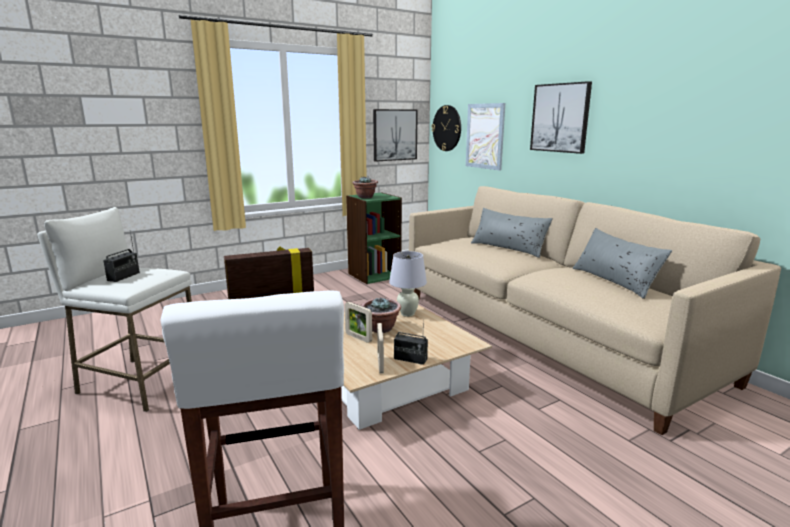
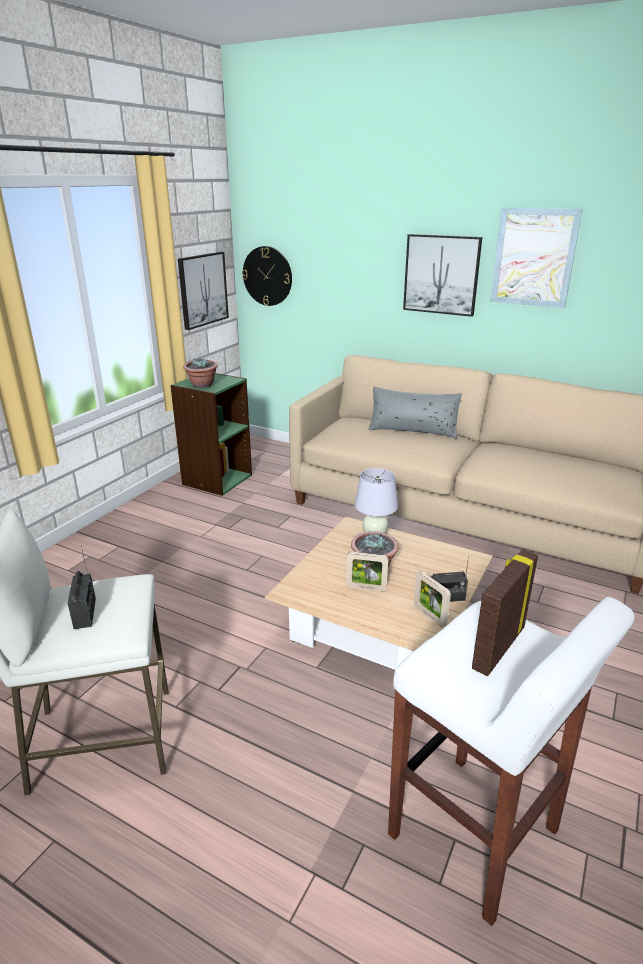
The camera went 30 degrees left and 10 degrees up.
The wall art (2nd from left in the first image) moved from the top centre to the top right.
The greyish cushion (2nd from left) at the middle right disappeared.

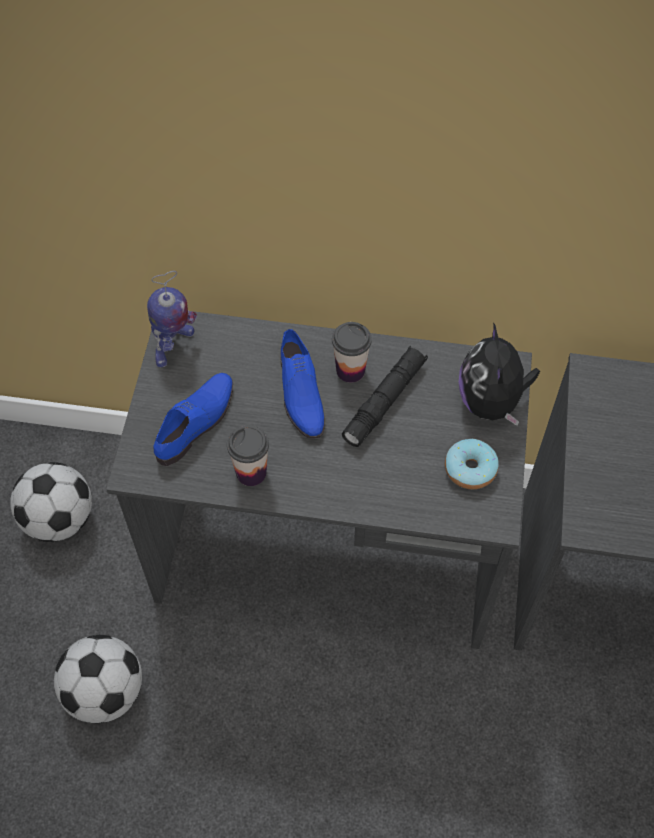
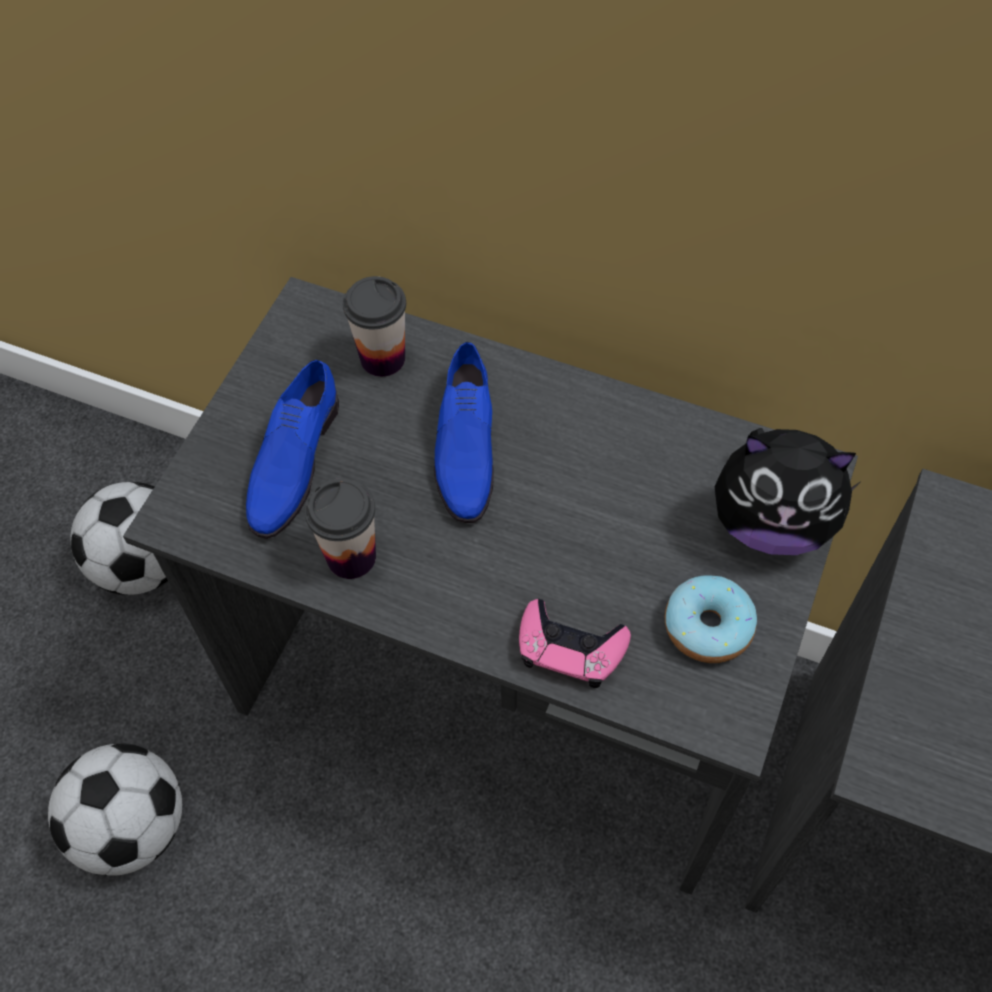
The camera went 15 degrees right and 0 degrees up.
The bluish shoe (1st from left) at the middle left turned 150 degrees clockwise.
The small cup (2nd from left) moved from the centre to the top centre.
The pink-coloured gamepad at the centre appeared.
The soft toy at the middle right turned 90 degrees counterclockwise.
The robot figure at the middle left disappeared.
The black torch at the centre disappeared.

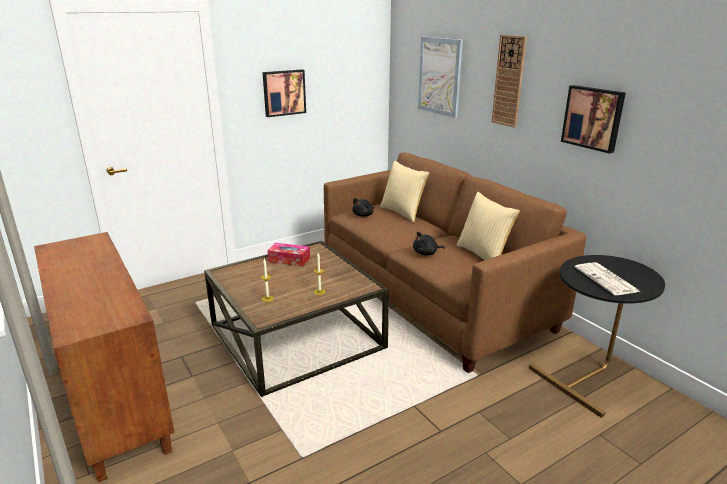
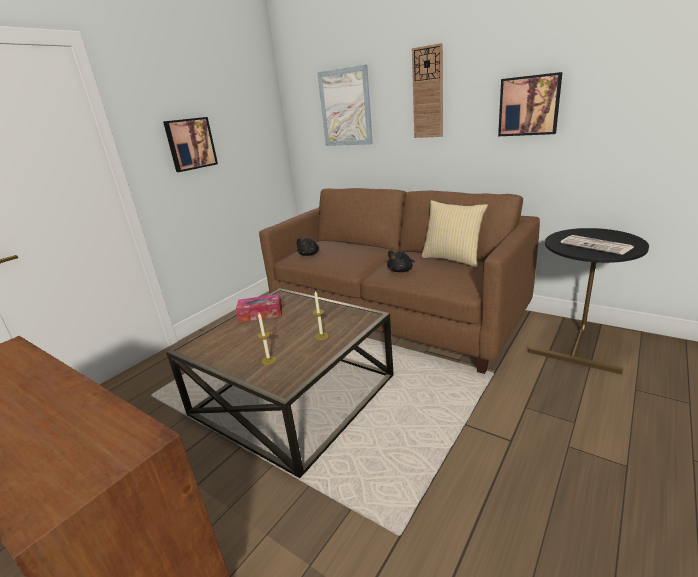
The camera went 20 degrees left and 0 degrees up.
The cushion (1st from left) at the centre disappeared.

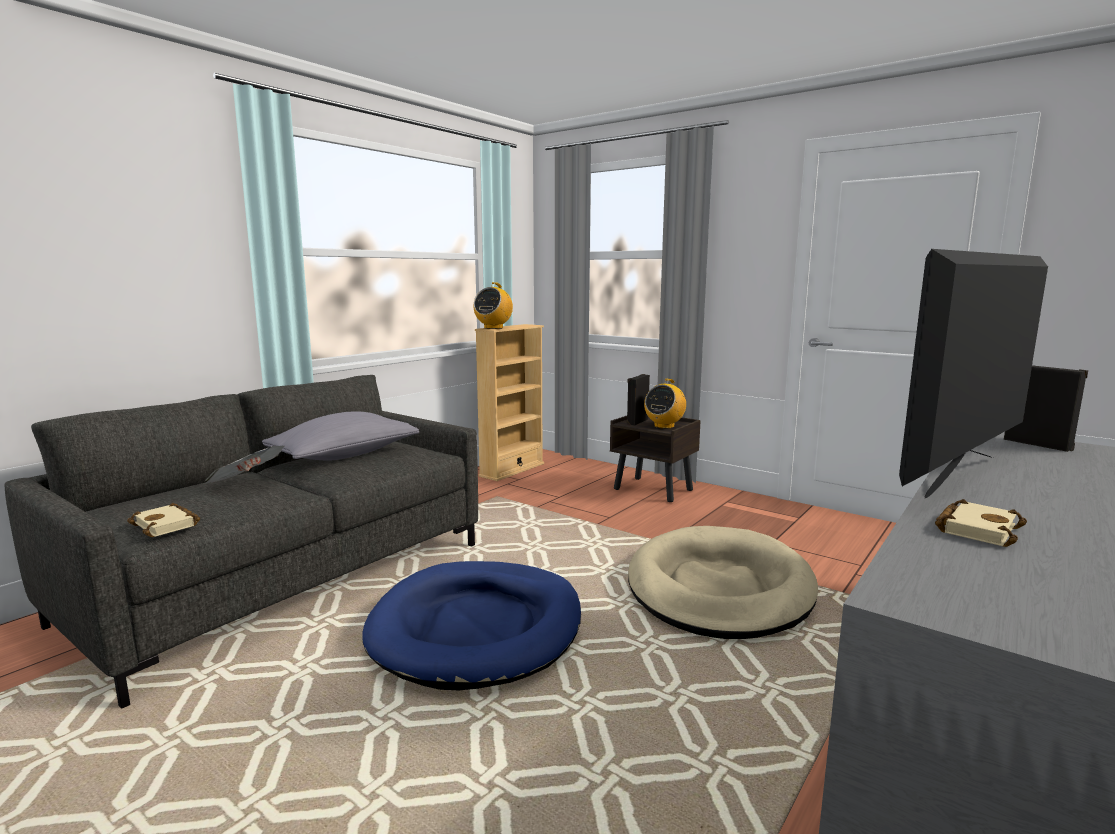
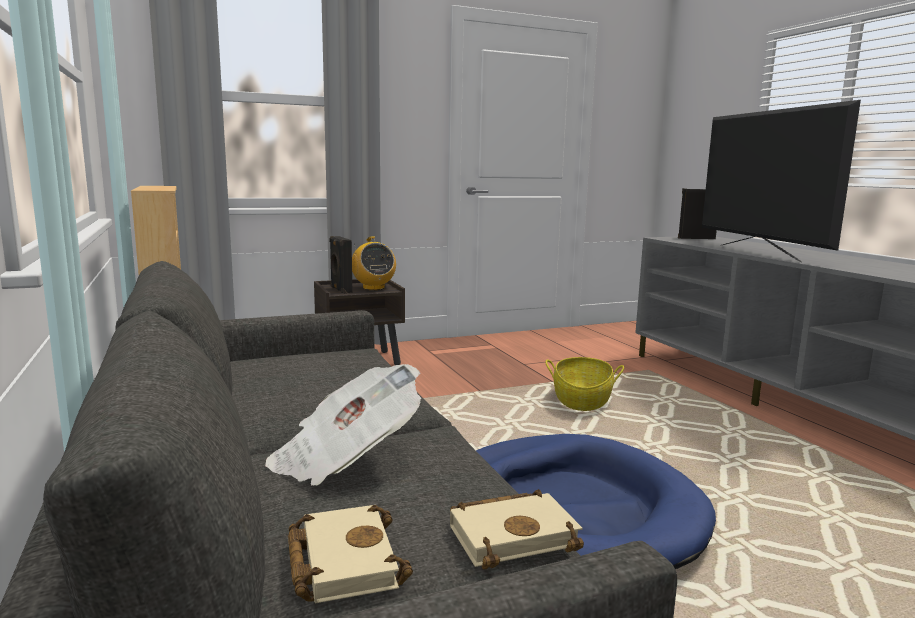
The camera went 60 degrees left and 0 degrees up.
The sand-coloured volume (2nd from left in the first image) moved from the middle right to the bottom centre.
The sand-coloured dog cushion at the bottom centre was replaced by the storage basket at the centre.
The greyish cushion at the middle left disappeared.
The radio receiver (1st from left) at the centre disappeared.

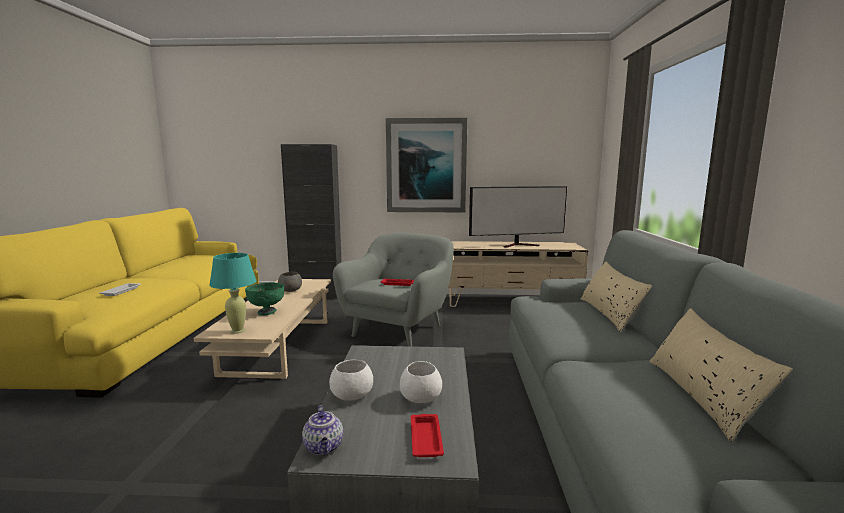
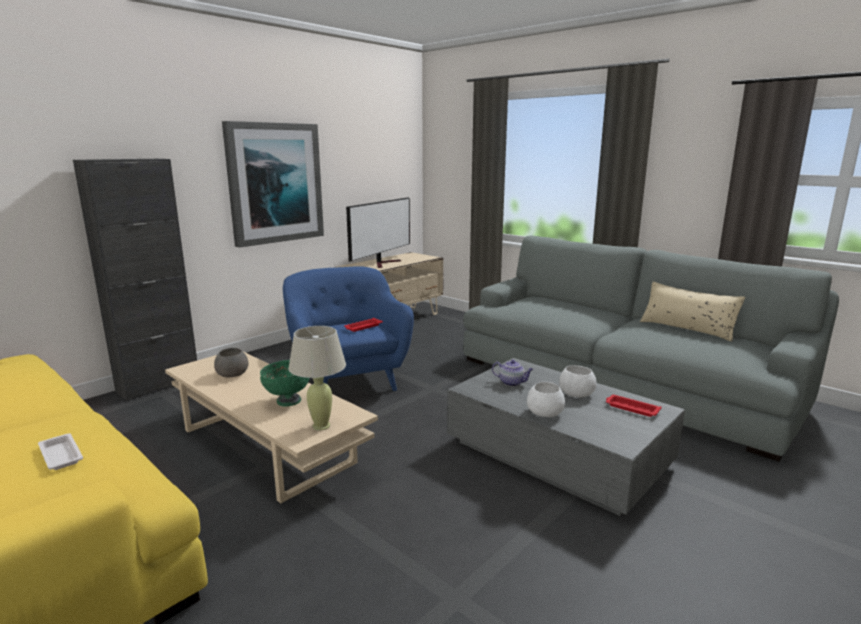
The camera went 50 degrees left and 5 degrees up.
The greyish lounge chair at the centre became the bluish lounge chair at the centre.
The turquoise-coloured tabletop lamp at the middle left became the sand-coloured tabletop lamp at the centre.
The pot for tea moved from the bottom centre to the centre.
The sand-coloured cushion (1st from left) at the middle right disappeared.

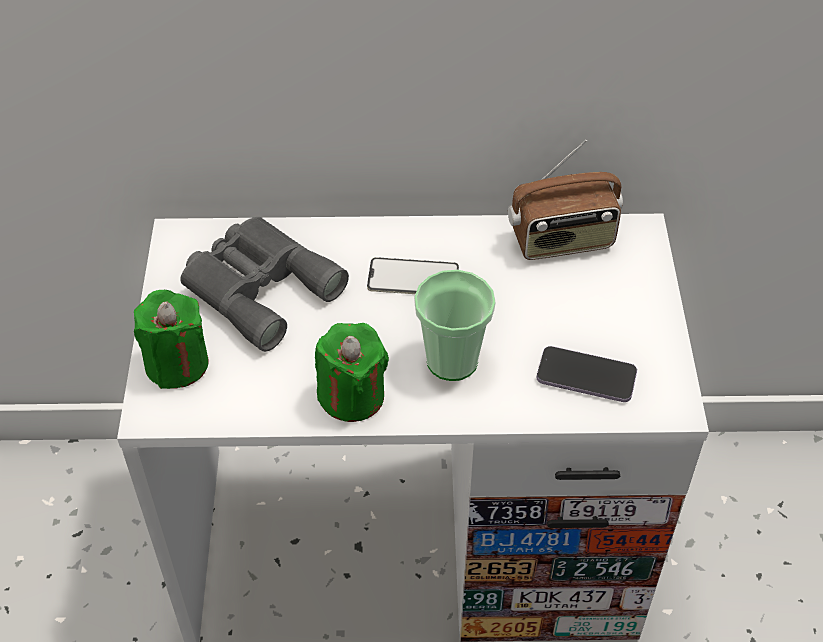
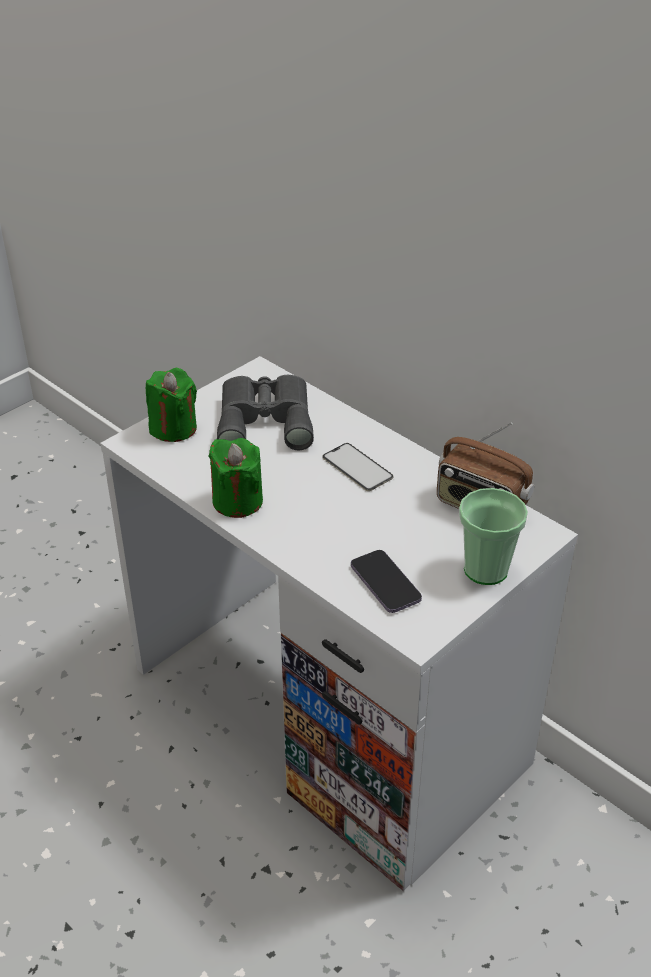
The camera went 45 degrees right and 10 degrees down.
The small cup moved from the centre to the middle right.

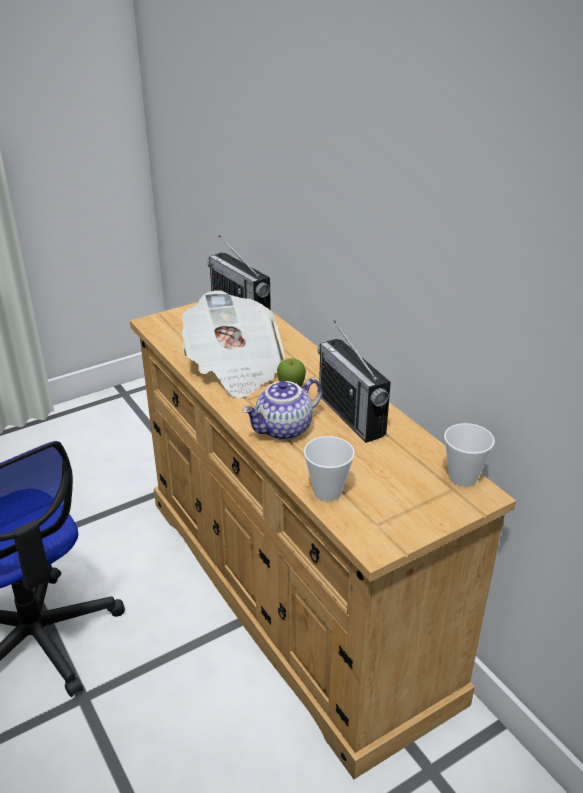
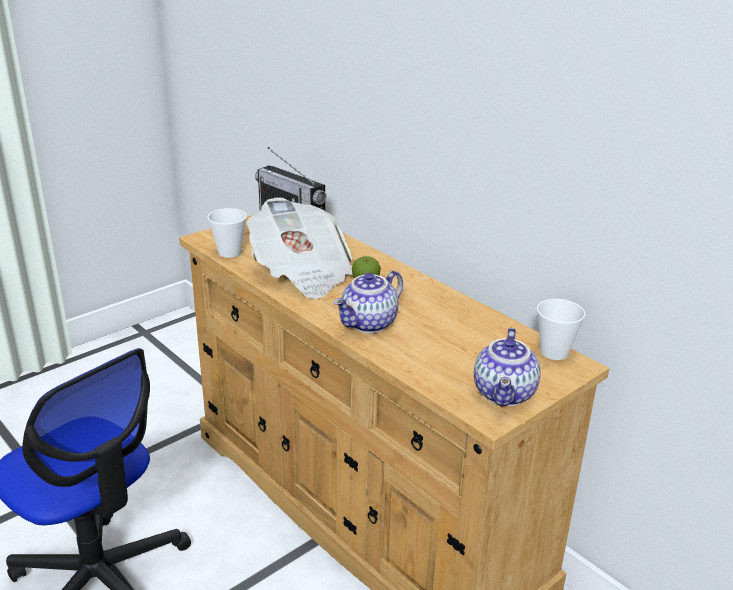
The camera went 10 degrees left and 5 degrees down.
The small cup (1st from left) moved from the centre to the middle left.
The pot for tea (2nd from left) at the middle right appeared.
The radio receiver (2nd from left) at the centre disappeared.

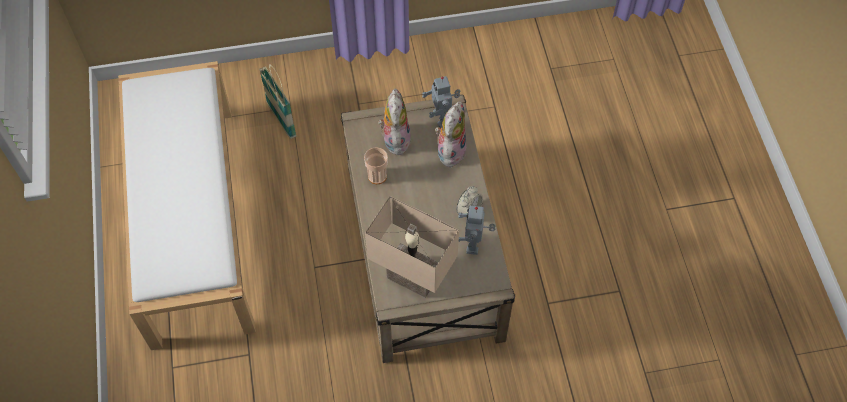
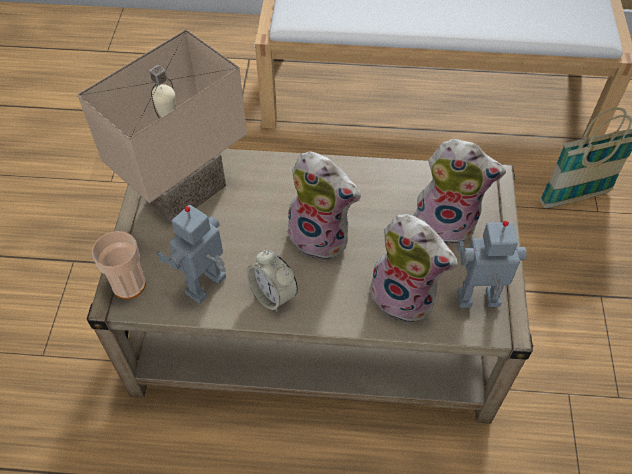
The camera went 105 degrees right and 5 degrees down.
The small cup moved from the centre to the middle left.
The robot figure (2nd from left in the first image) at the centre turned 75 degrees counterclockwise.
The soft toy (1st from left) at the centre appeared.

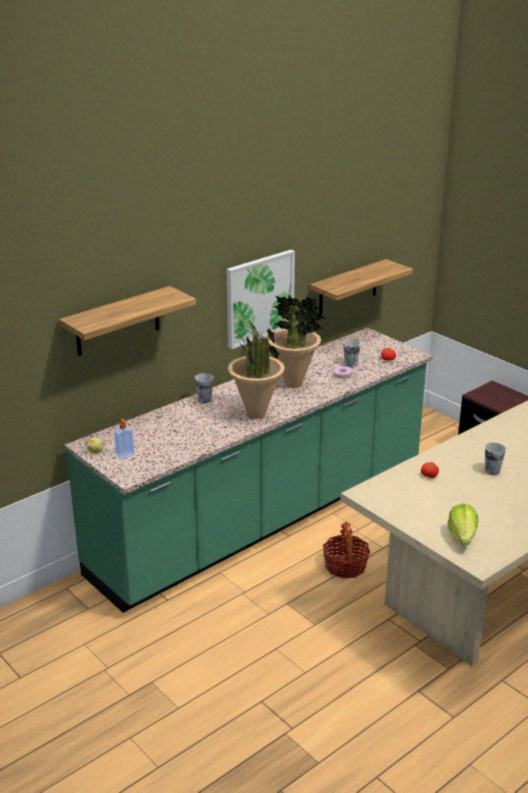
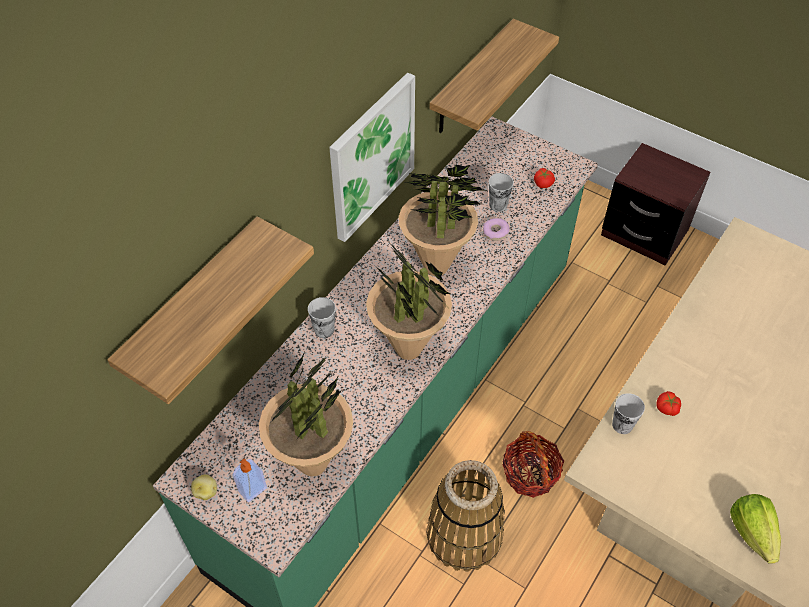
The camera went 15 degrees left and 25 degrees up.
The houseplant (1st from left) at the bottom centre appeared.
The storage basket (1st from left) at the bottom centre appeared.
The small cup (3rd from left) moved from the middle right to the bottom right.

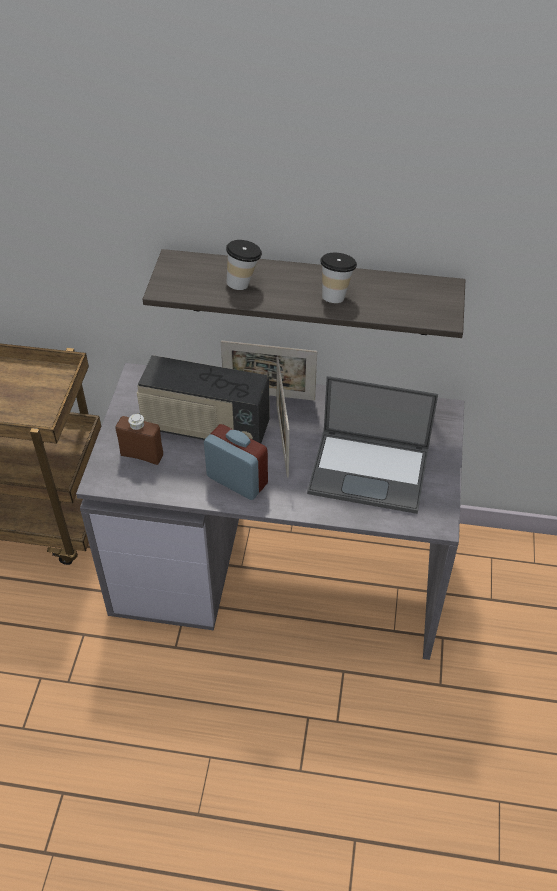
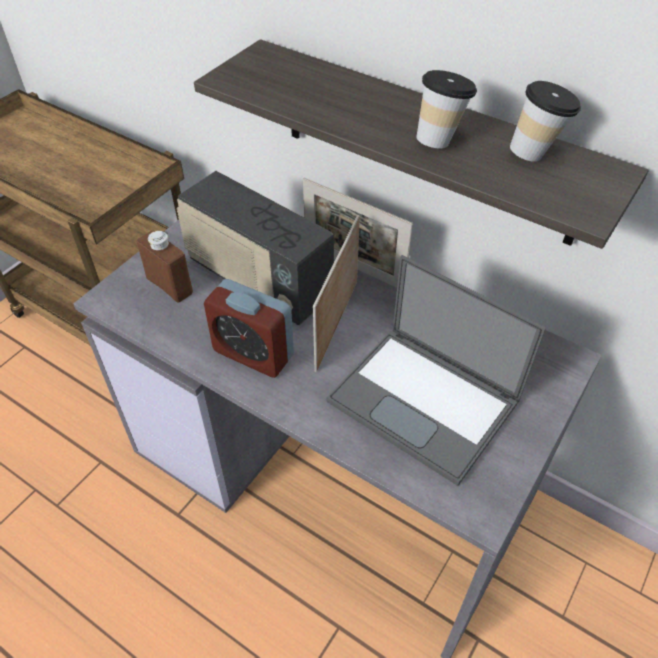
The camera went 25 degrees right and 0 degrees up.
The bedside clock at the centre turned 150 degrees clockwise.
The small cup (1st from left in the first image) moved from the top centre to the top right.

